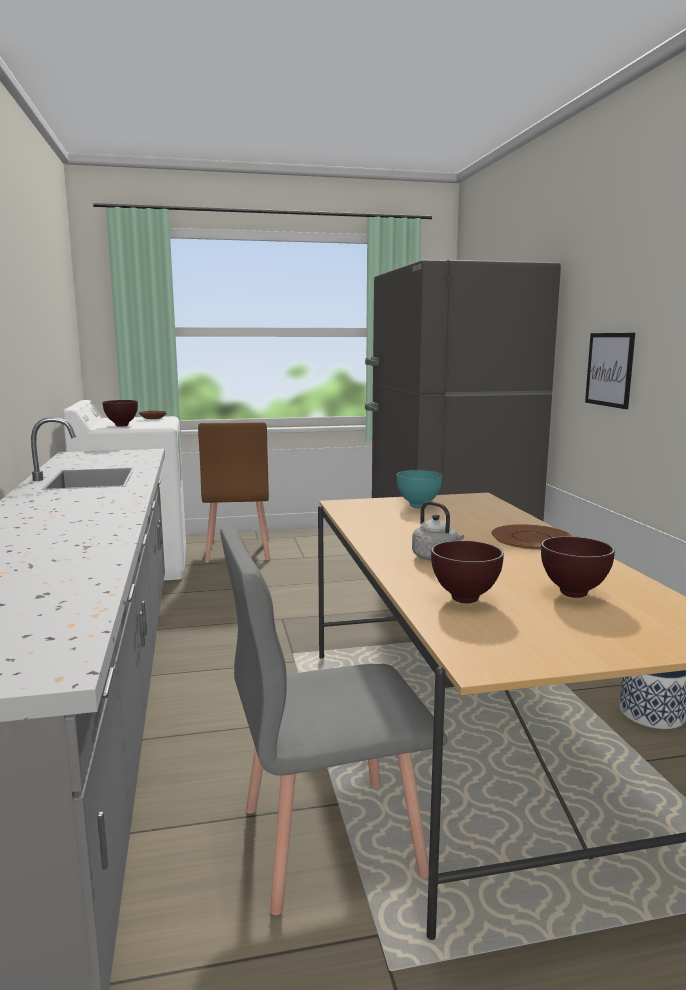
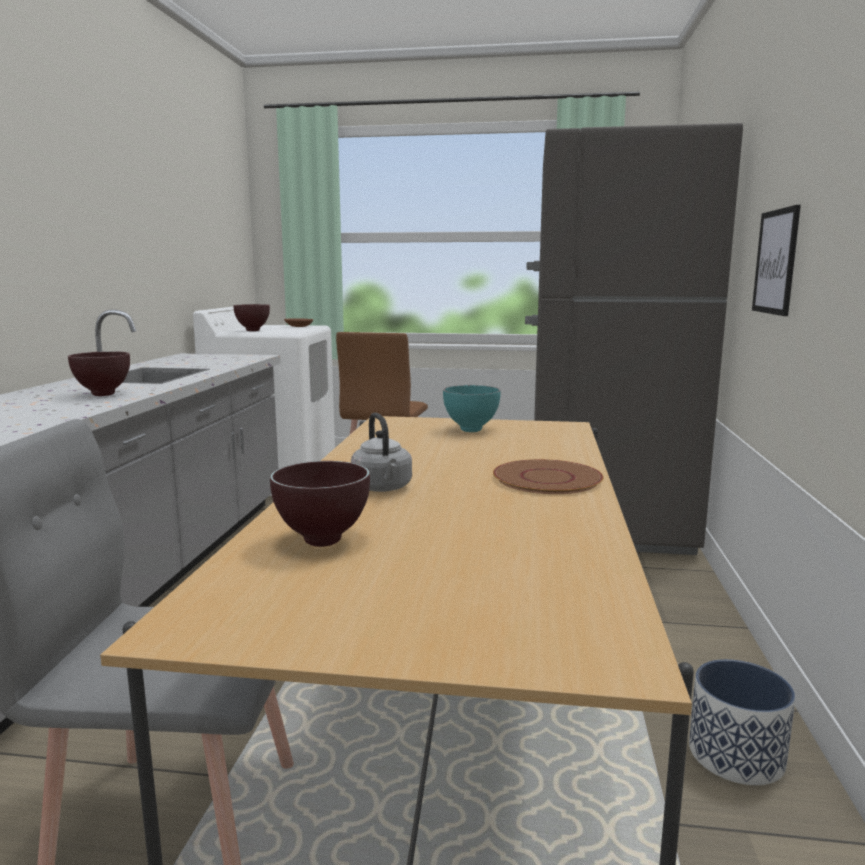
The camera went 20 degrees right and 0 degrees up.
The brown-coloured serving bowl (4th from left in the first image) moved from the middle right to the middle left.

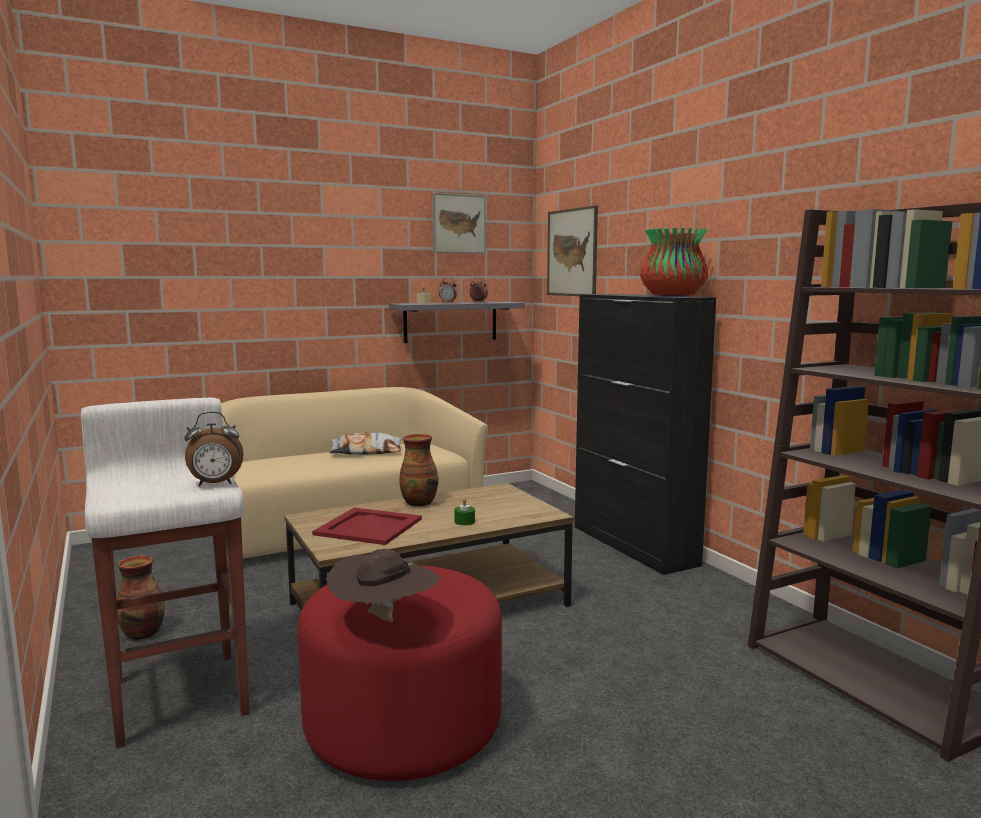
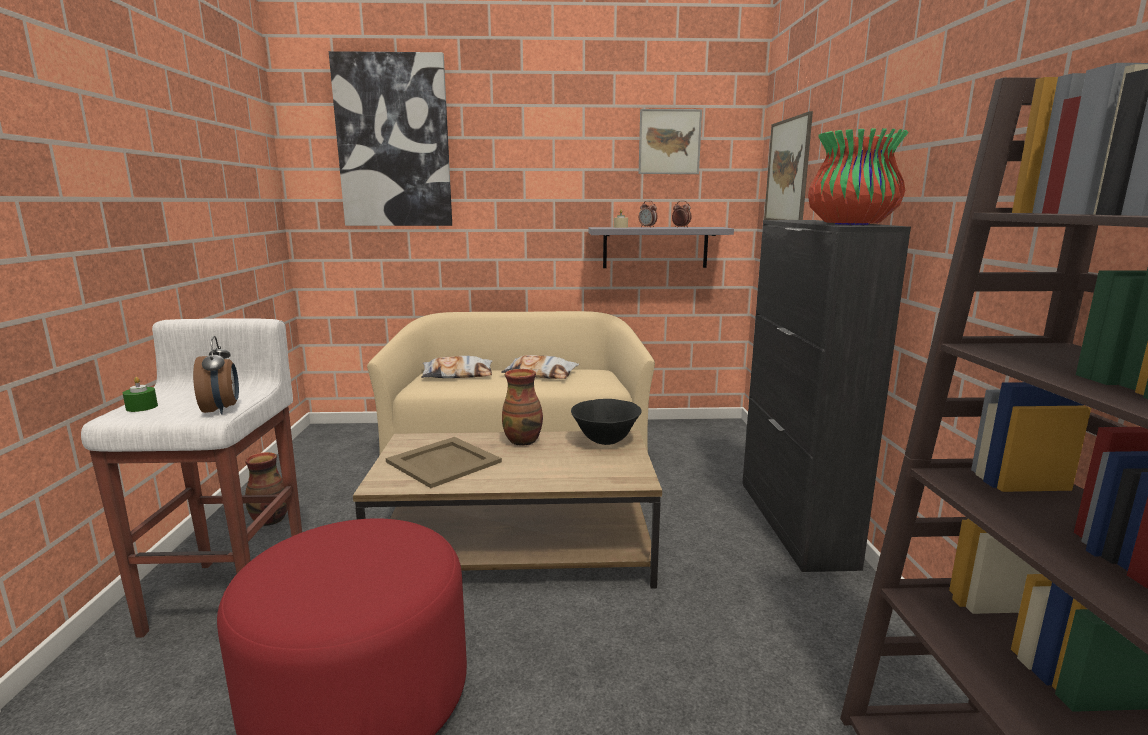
The camera went 25 degrees right and 5 degrees up.
The greenish wax light moved from the centre to the middle left.
The bedside clock (1st from left) at the middle left turned 120 degrees counterclockwise.
The wall art (1st from left) at the top centre appeared.
The reddish tray at the centre became the sand-coloured tray at the centre.
The cushion (1st from left) at the centre appeared.
The black serving bowl at the centre appeared.
The brown-coloured hat at the bottom centre disappeared.

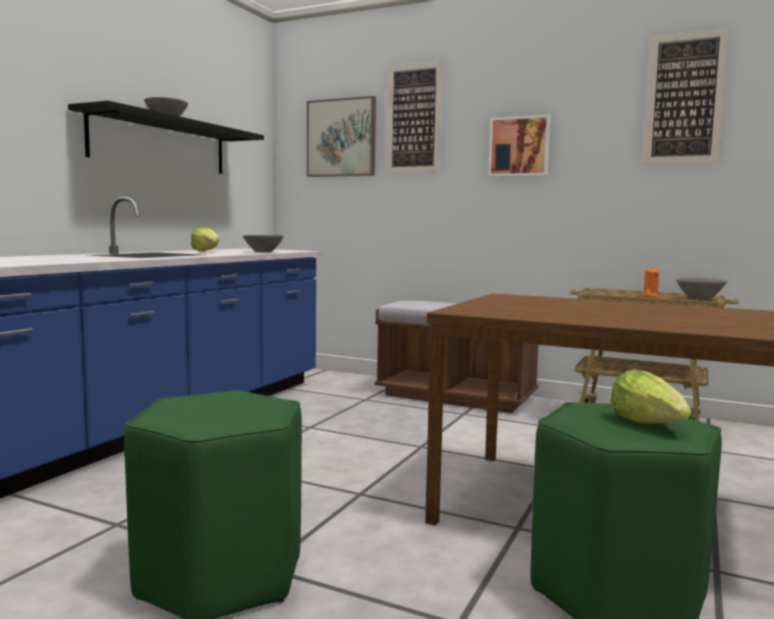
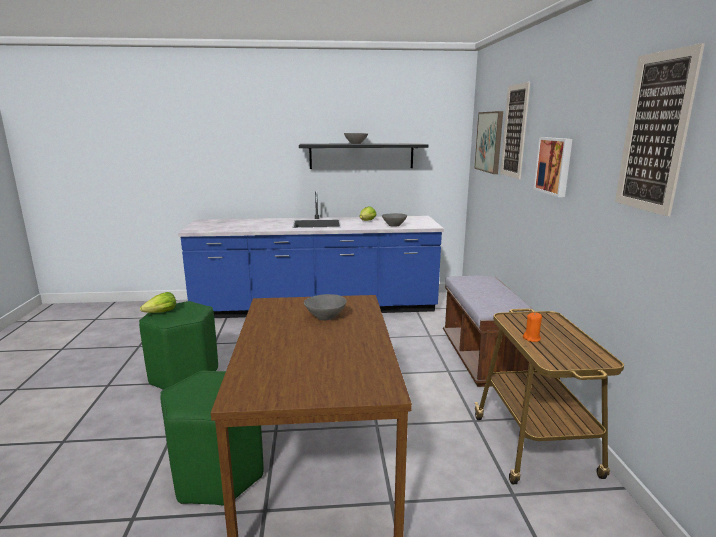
The camera went 60 degrees right and 10 degrees up.
The lettuce (2nd from left in the first image) moved from the middle right to the middle left.
The greyish serving bowl (3rd from left in the first image) moved from the middle right to the centre.

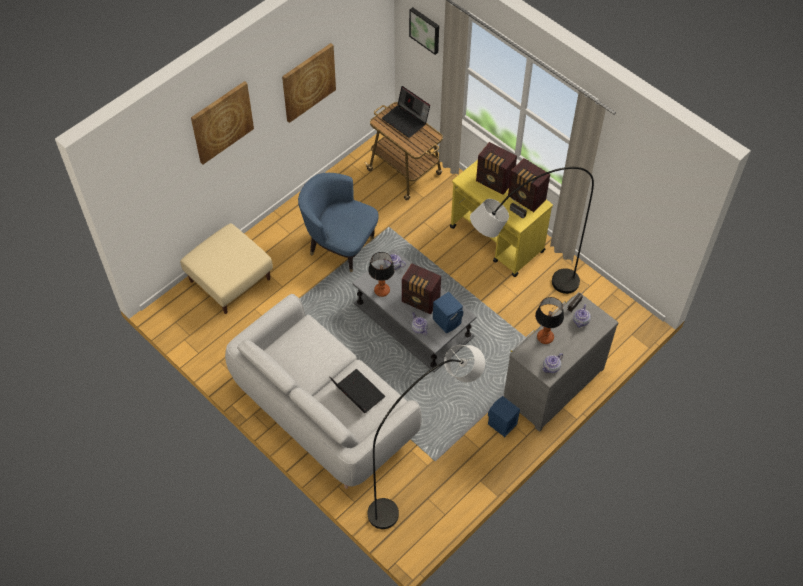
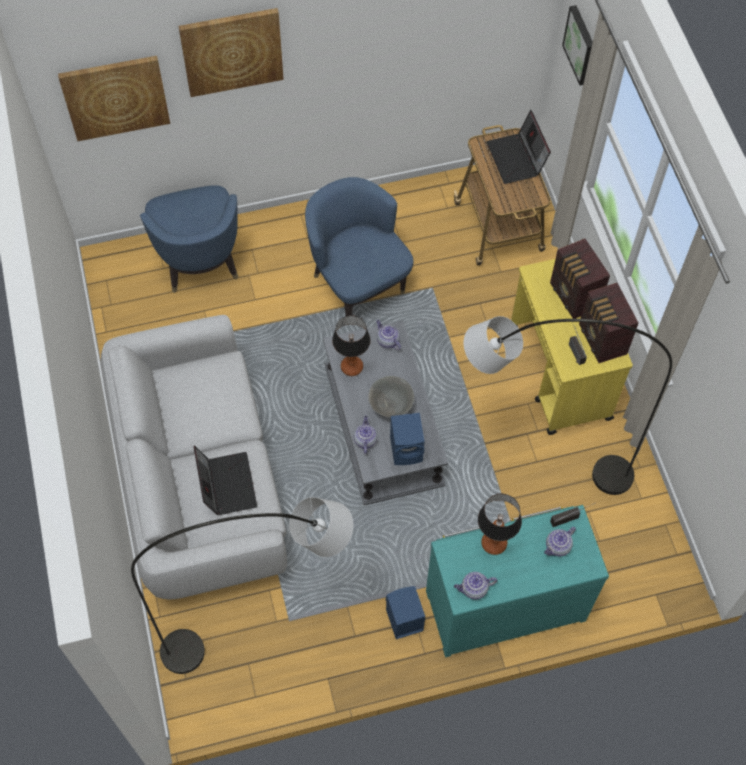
The camera went 30 degrees right and 5 degrees up.
The wall art (2nd from left in the first image) moved from the top centre to the top left.
The sand-coloured ottoman at the middle left was replaced by the bluish lounge chair (1st from left) at the top left.
The radio receiver (1st from left) at the centre was replaced by the greyish serving bowl at the centre.
The greyish drawer chest at the middle right became the turquoise-coloured drawer chest at the bottom right.

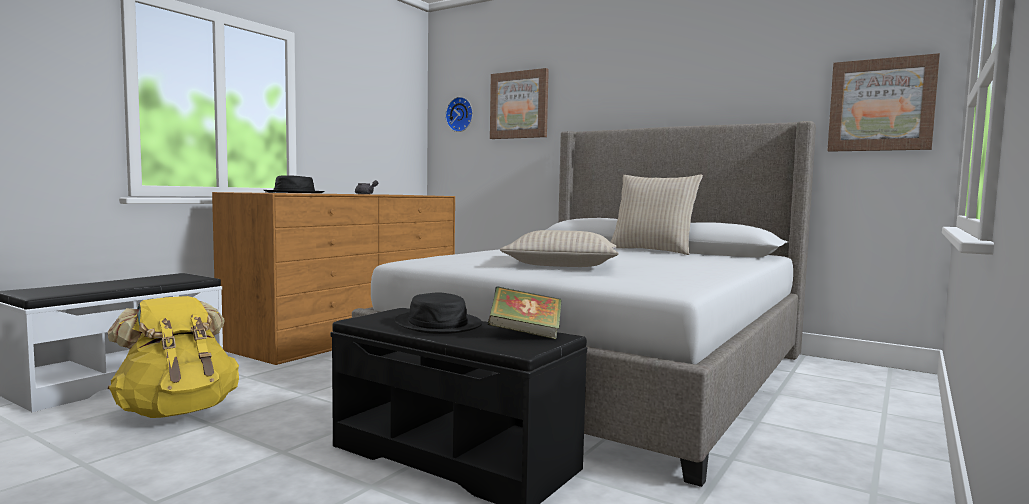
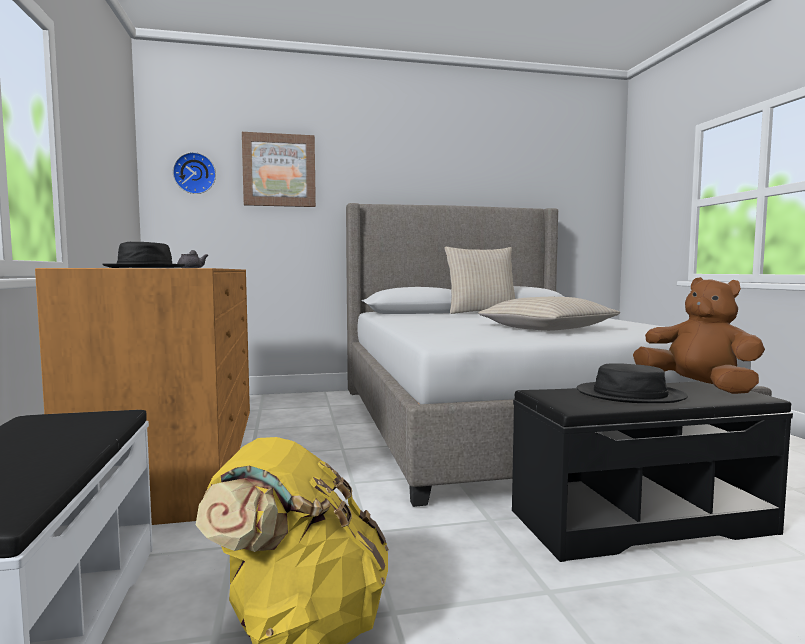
The camera went 45 degrees left and 0 degrees up.
The volume at the centre was replaced by the brown-coloured soft toy at the middle right.
The wall art (2nd from left) at the top right disappeared.

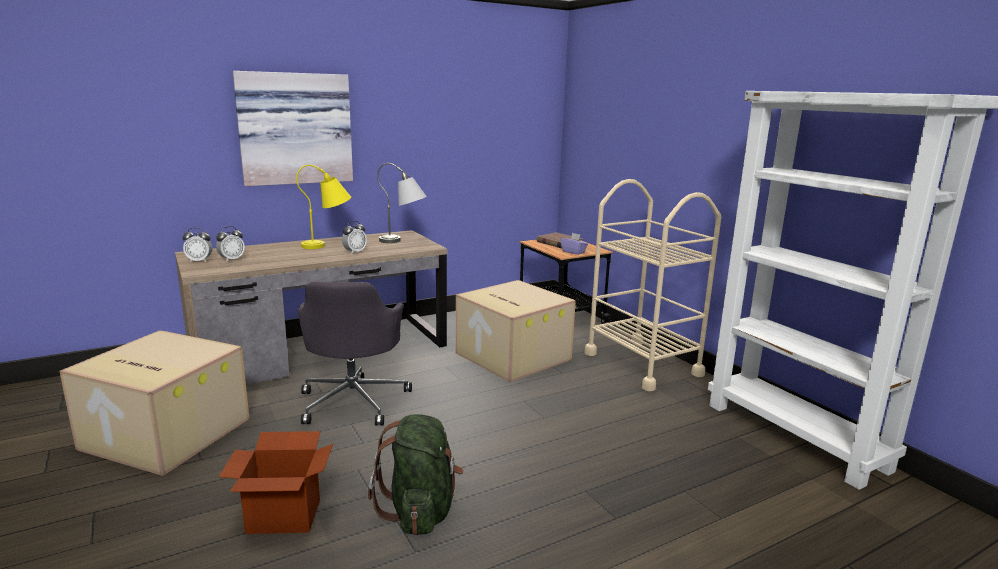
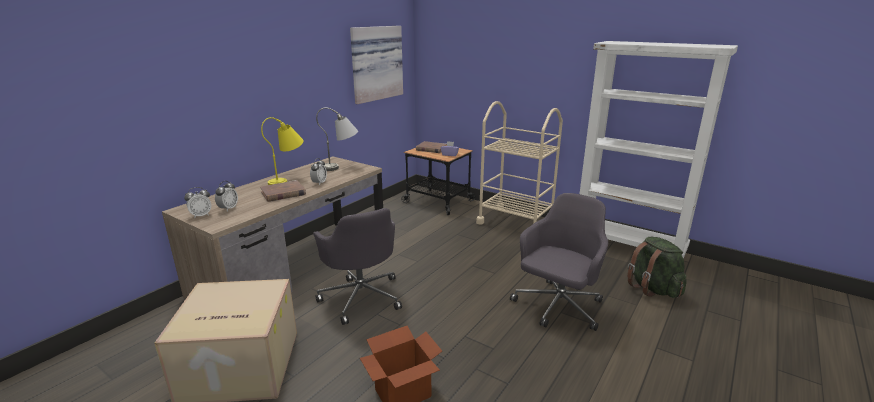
The camera went 25 degrees left and 5 degrees up.
The brown-coloured volume (1st from left) at the middle left appeared.
The wall art moved from the top left to the top centre.
The greyish office chair (2nd from left) at the centre appeared.
The greenish backpack moved from the bottom centre to the middle right.
The cardboard box (3rd from left) at the centre disappeared.

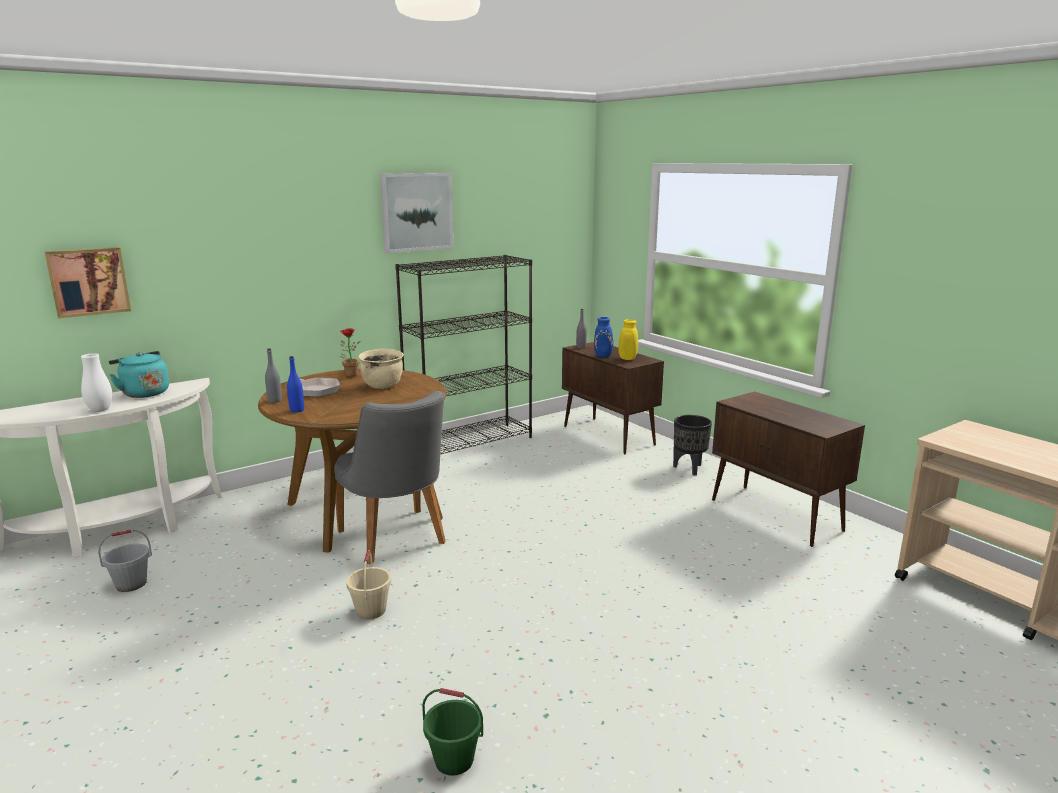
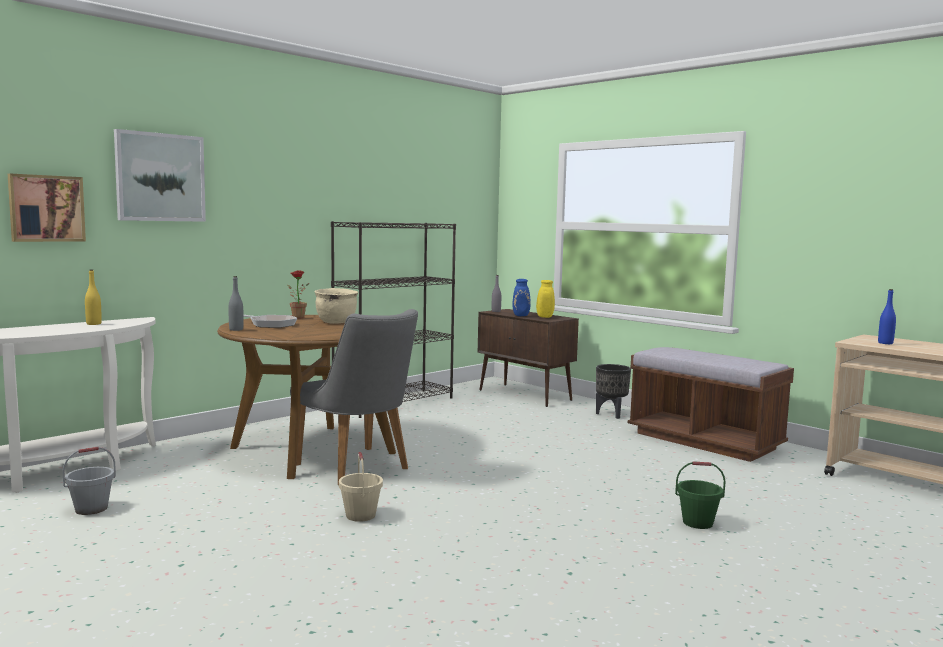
The camera went 10 degrees left and 10 degrees down.
The turquoise-coloured kettle at the middle left was replaced by the yellowish drink bottle at the middle left.
The wall art (2nd from left) moved from the top centre to the top left.
The brown-coloured cupboard (2nd from left) at the middle right was replaced by the brown-coloured indoor bench at the middle right.
The greenish water bucket moved from the bottom centre to the bottom right.
The bluish drink bottle moved from the middle left to the middle right.
The white vase at the middle left disappeared.

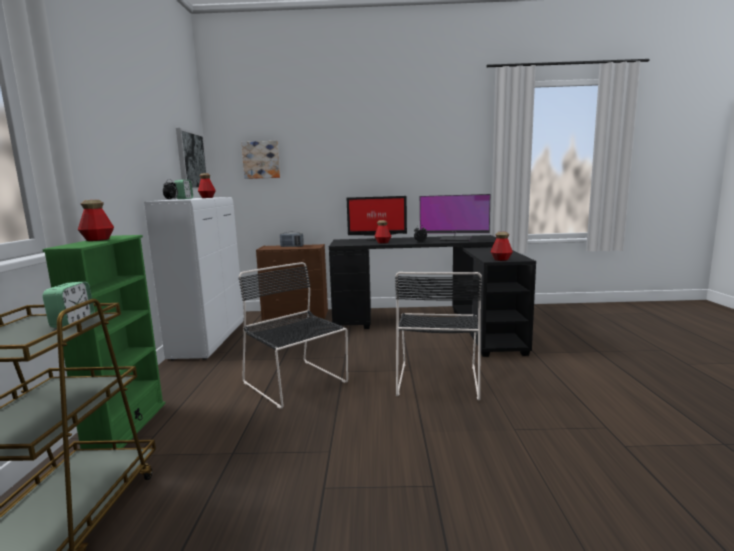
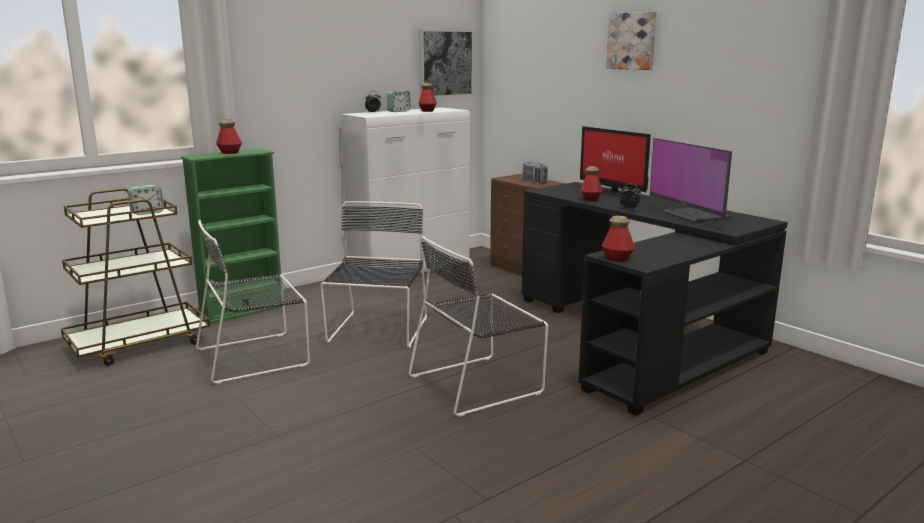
The camera went 50 degrees right and 5 degrees up.
The black chair (1st from left) at the middle left appeared.
The wall art (2nd from left) moved from the top centre to the top right.

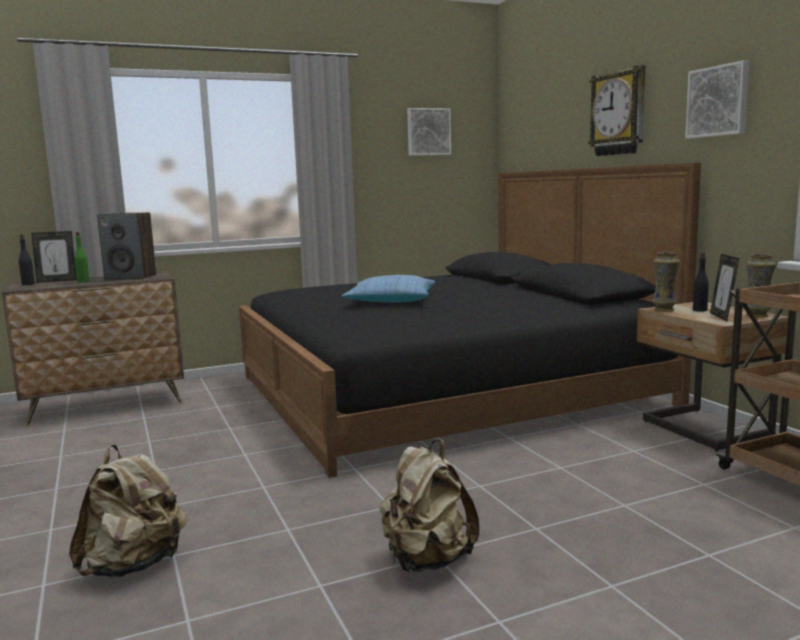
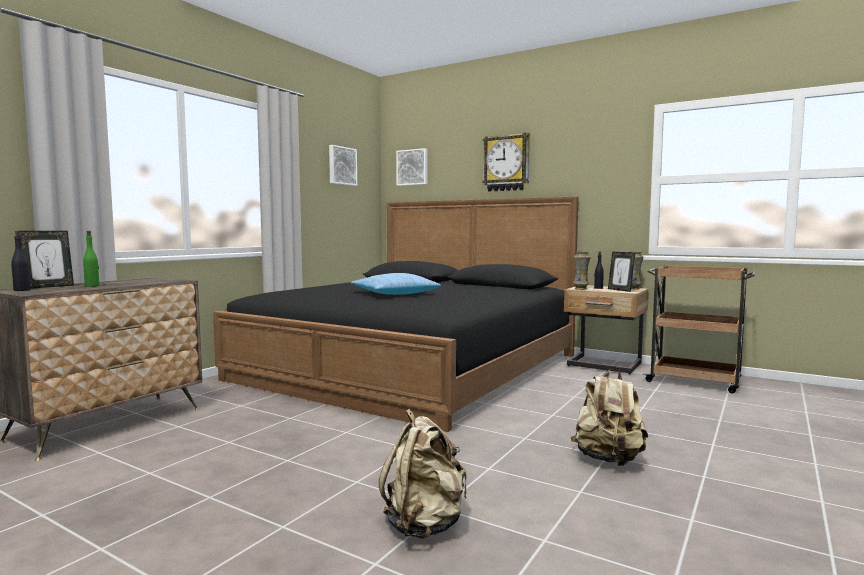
The camera went 35 degrees left and 5 degrees down.
The wall art (2nd from left) moved from the top right to the top centre.
The speaker at the middle left disappeared.

